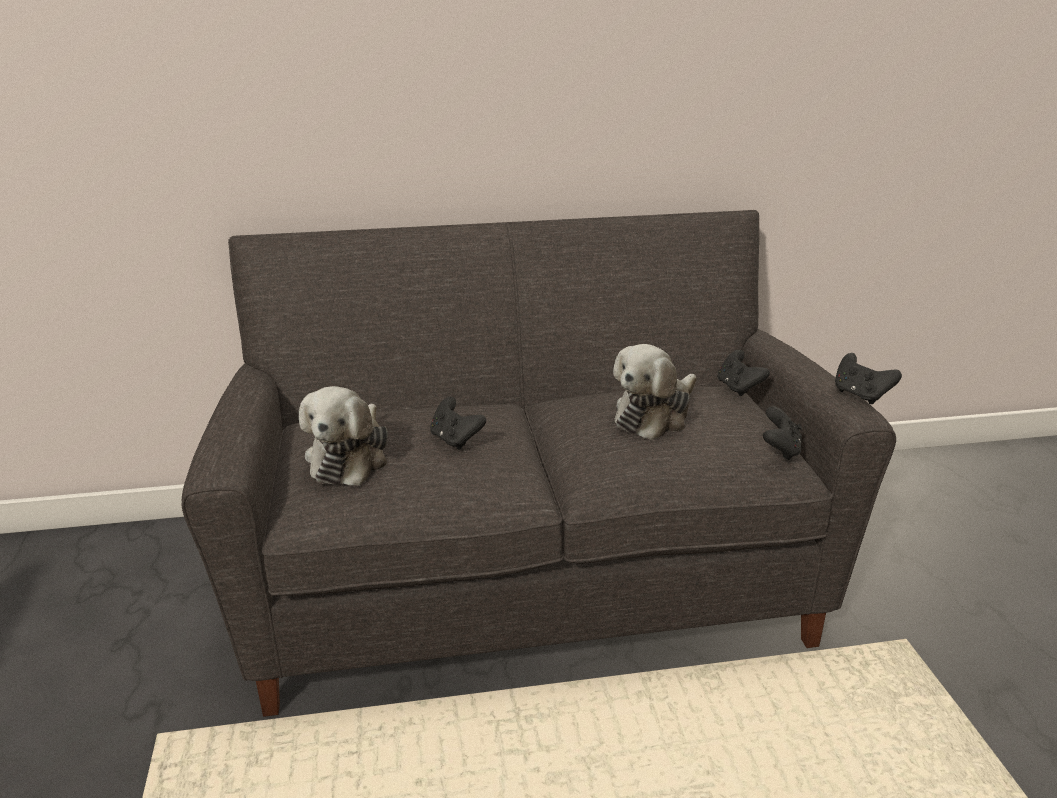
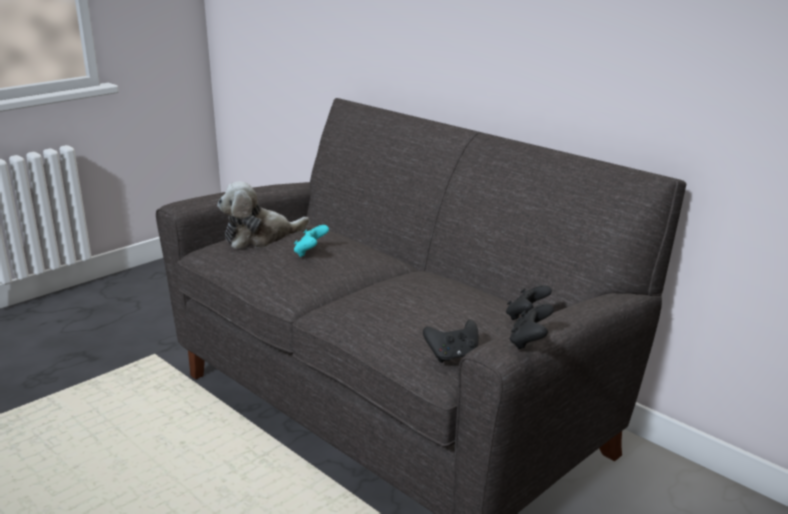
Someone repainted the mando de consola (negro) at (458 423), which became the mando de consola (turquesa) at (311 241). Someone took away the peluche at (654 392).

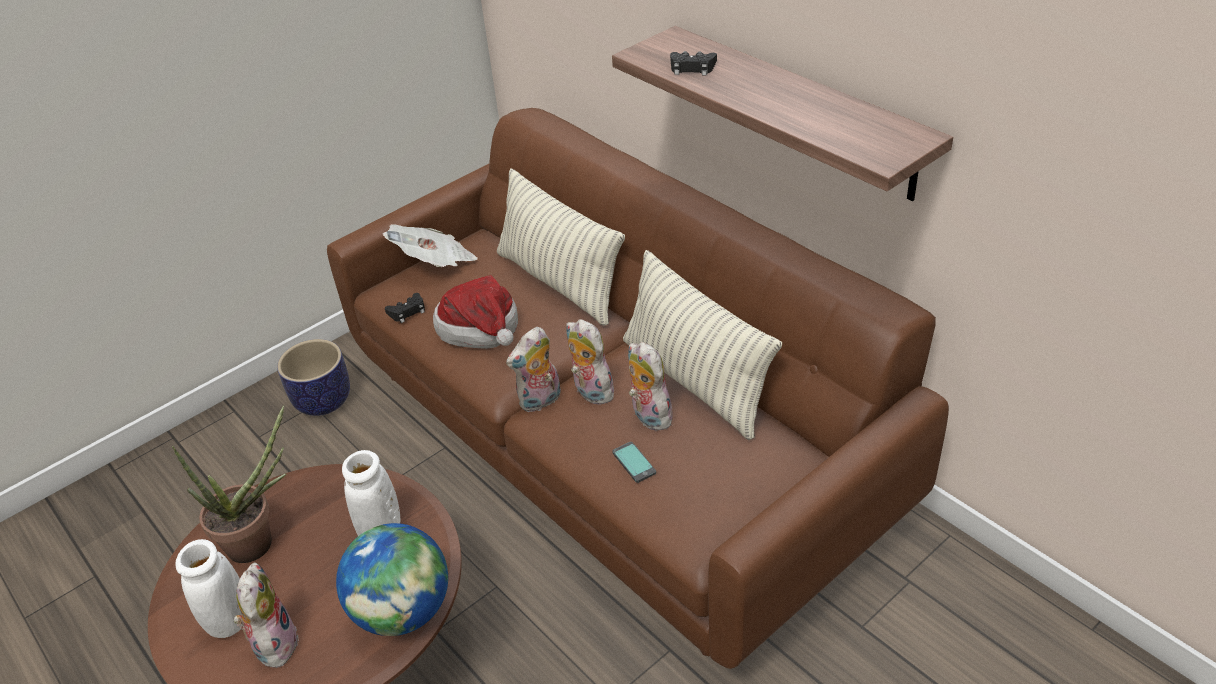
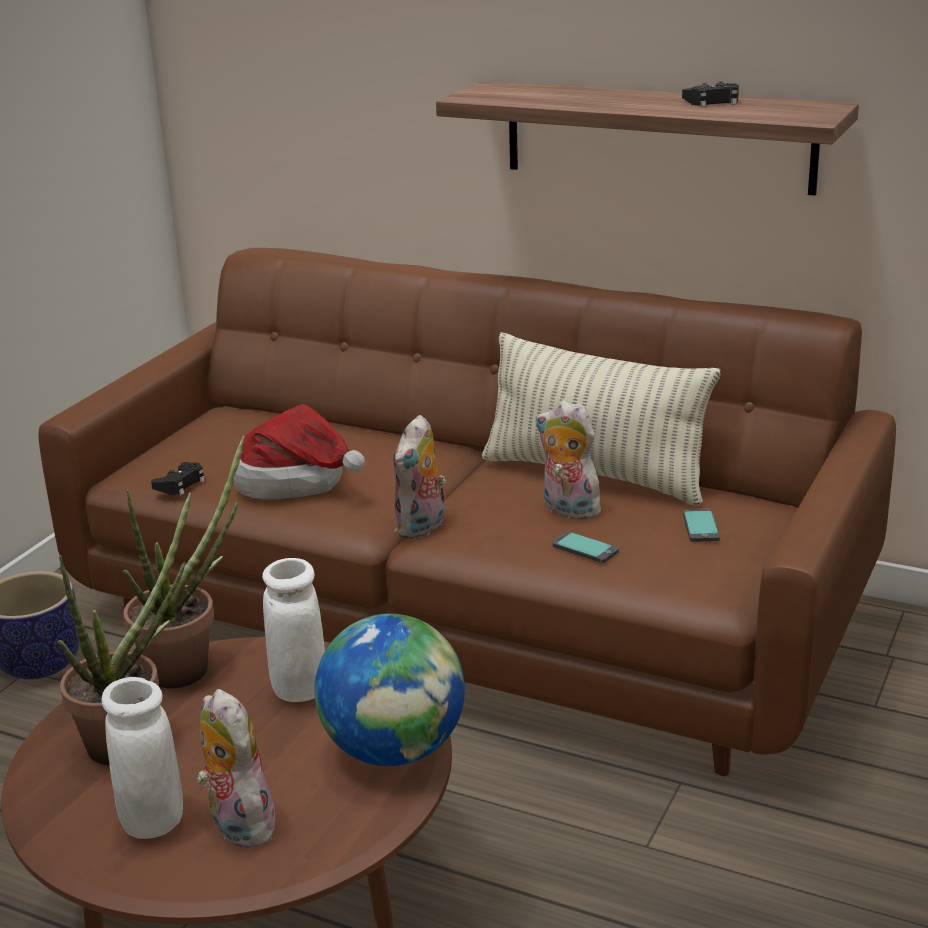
Someone put down the planta en maceta at (183 562). Someone carried the mando de consola (negro) from (693 63) to (710 94). Someone put down the móvil at (701 525). Someone took away the periódico at (430 245). Someone took away the cojín at (561 247). Someone took away the peluche at (591 362).

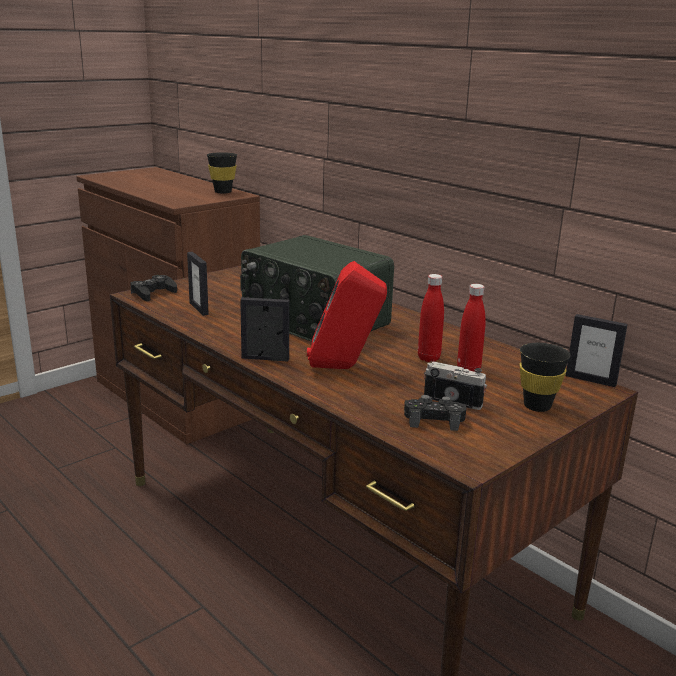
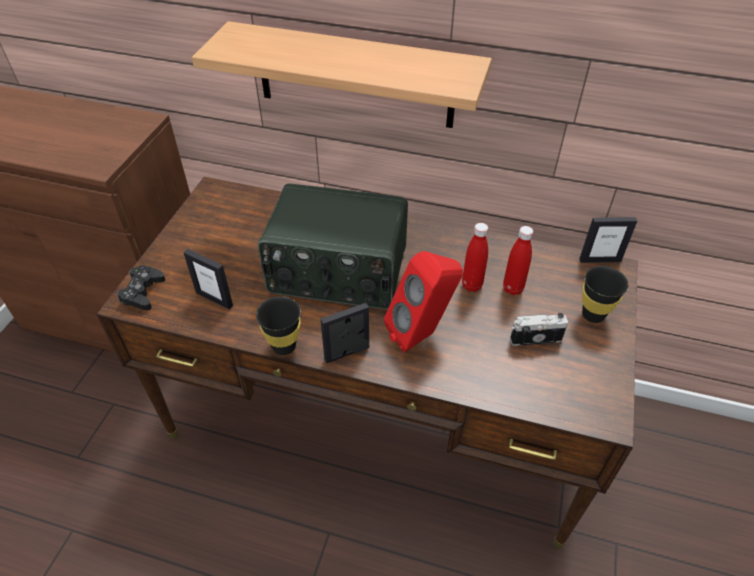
Someone put up the estante at (342 74). Someone carried the taza (negro) from (222 173) to (278 325). Someone took away the mando de consola (negro) at (435 413).

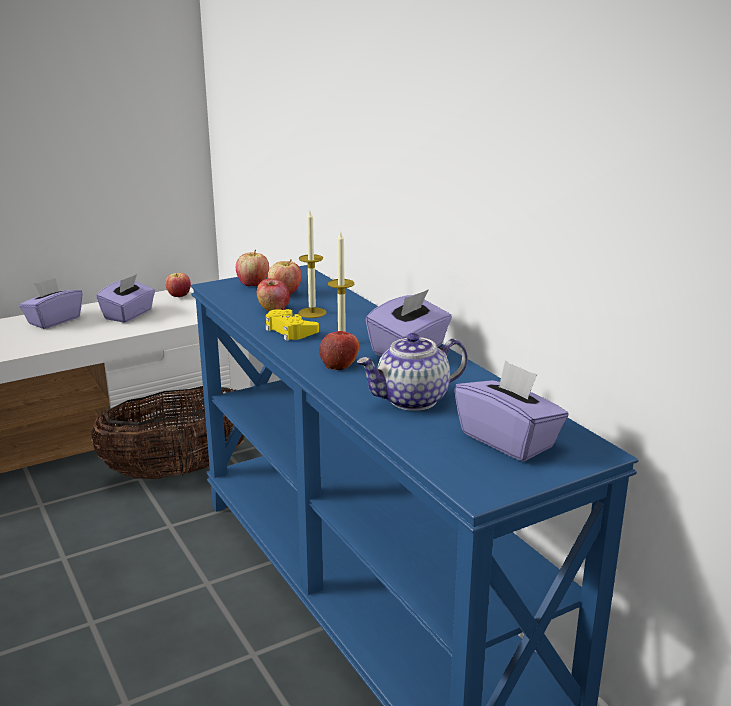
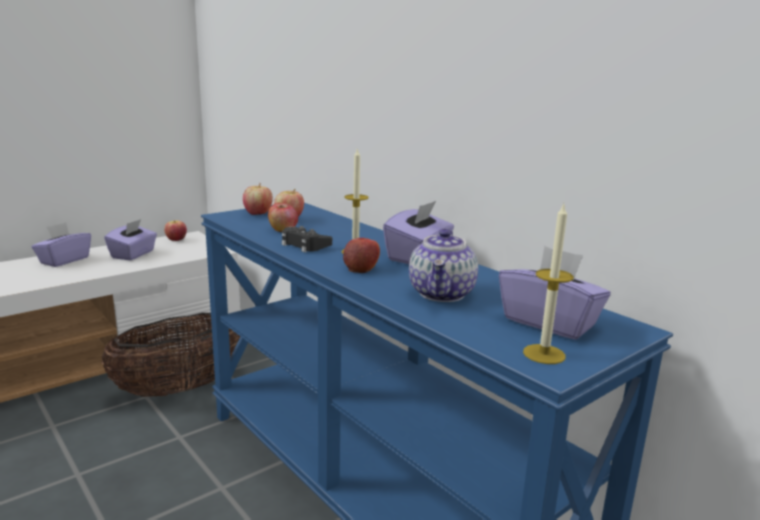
Someone repainted the mando de consola (amarillo) at (292 325), which became the mando de consola (negro) at (307 239). Someone rotated the tetera at (412 372) by 45 degrees counterclockwise. Someone carried the vela from (312 264) to (548 284).

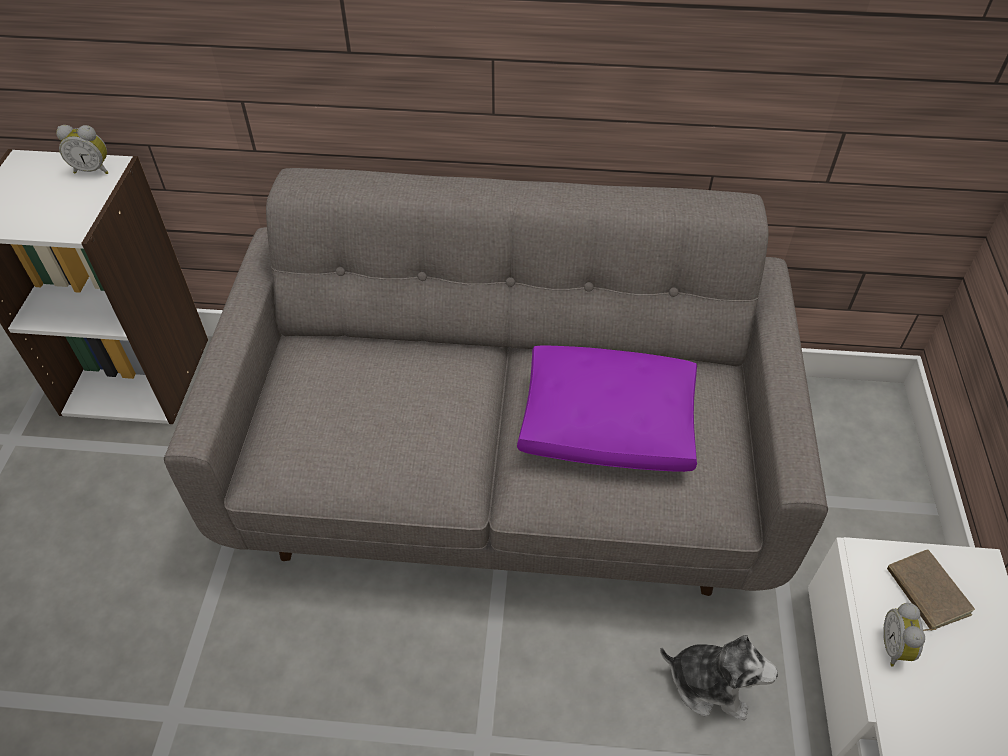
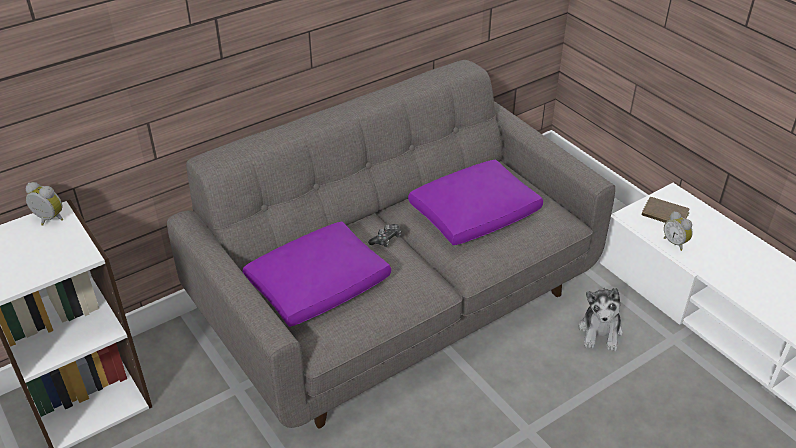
Someone rotated the despertador at (82 149) by 120 degrees counterclockwise. Someone put down the cojín (morado) at (316 274). Someone put down the mando de consola at (384 235). Someone rotated the peluche at (719 677) by 120 degrees clockwise.

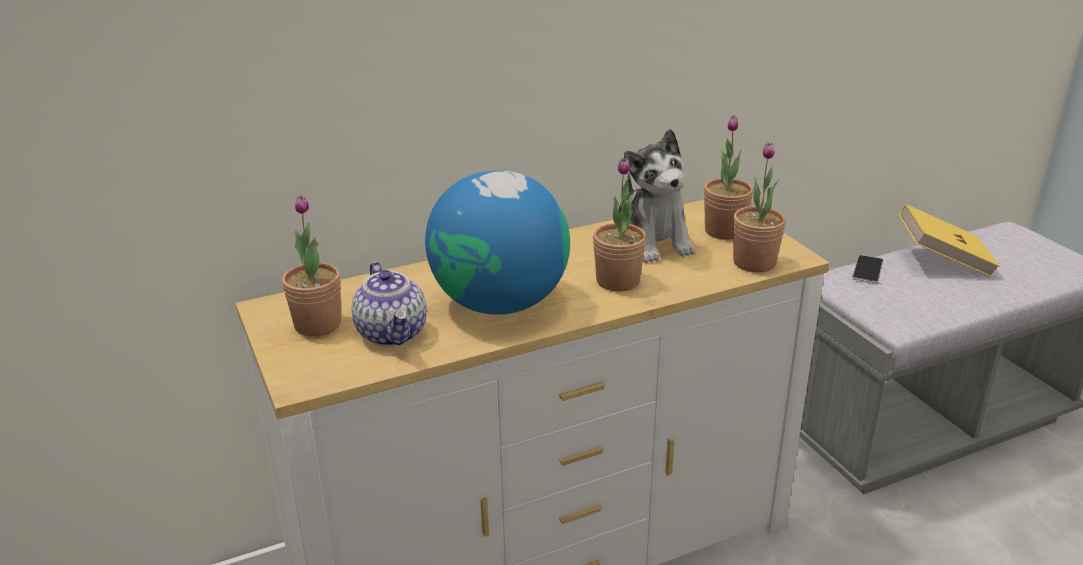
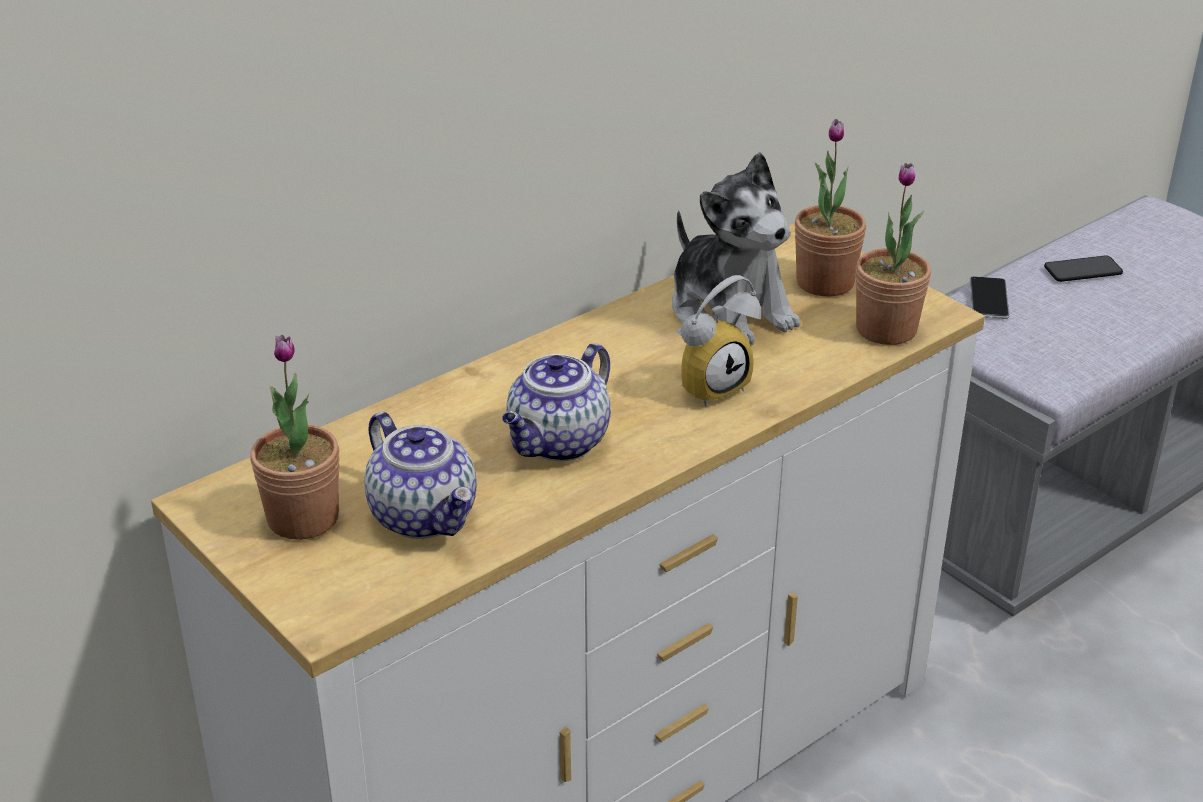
Someone swapped the globo terráqueo at (497 242) for the tetera at (556 402). Someone swapped the planta en maceta at (619 225) for the despertador at (718 341). Someone swapped the libro (amarillo) at (949 240) for the móvil at (1083 268).

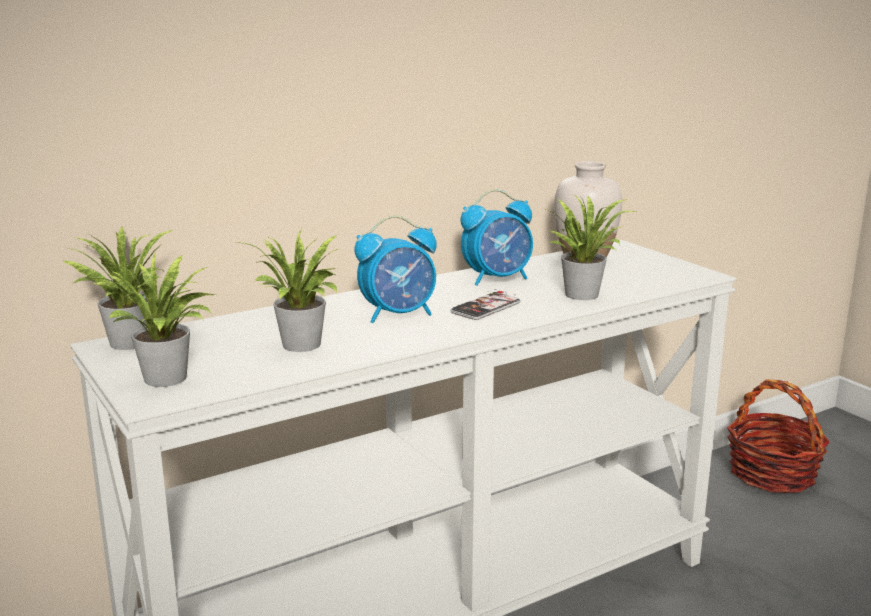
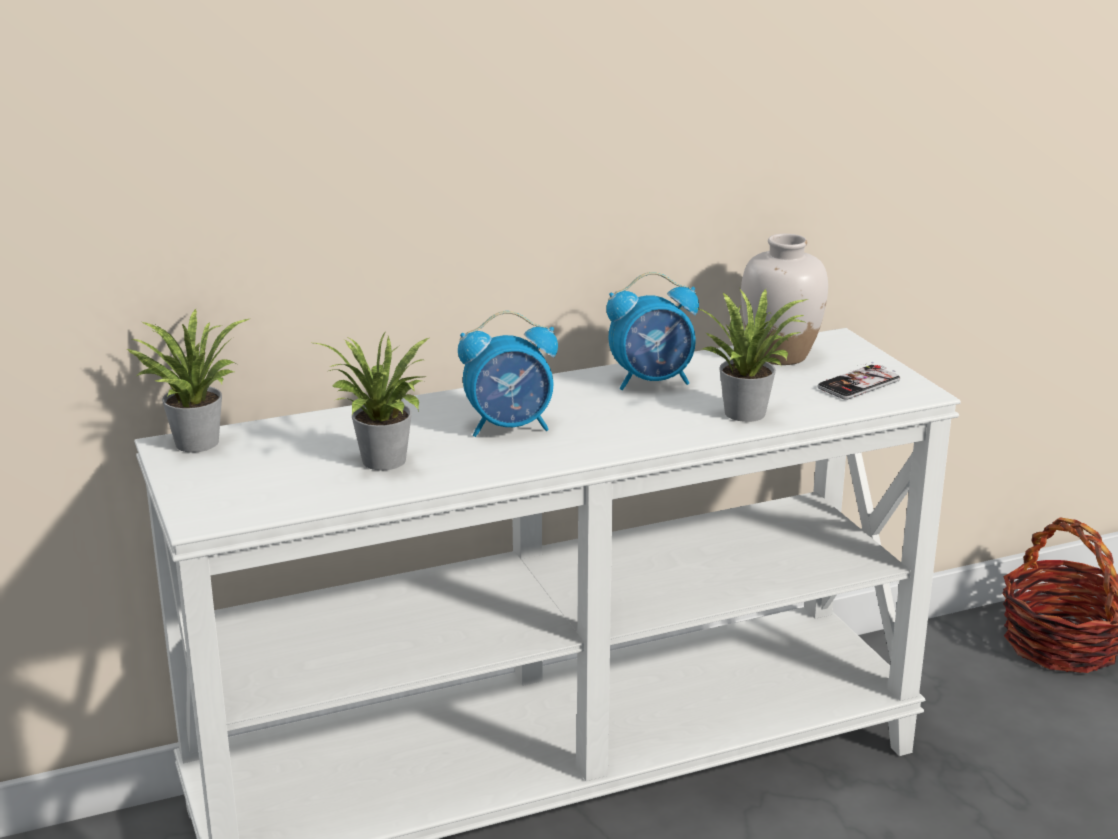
Someone carried the móvil from (485 304) to (858 381). Someone took away the planta en maceta at (150 319).

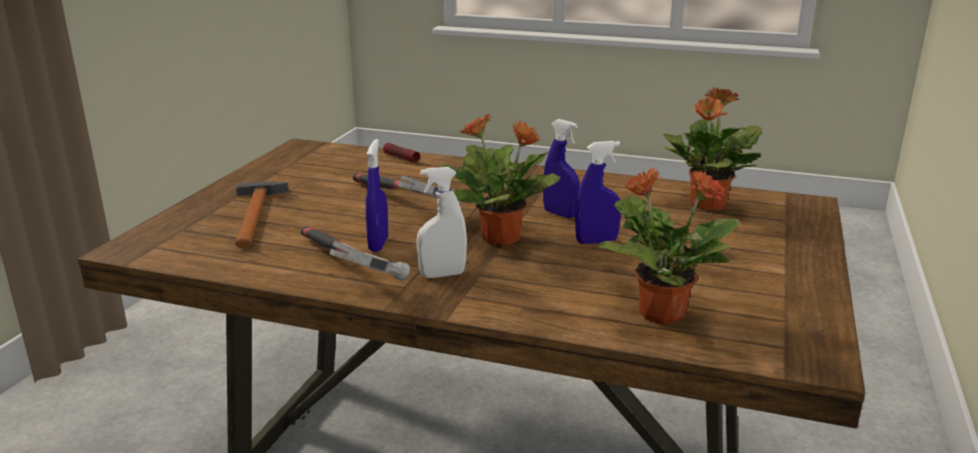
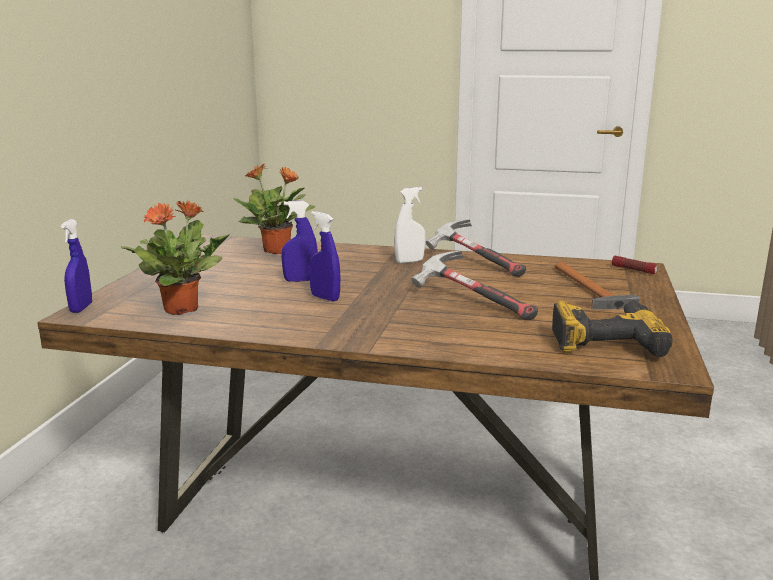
Someone carried the pulverizador (azul) from (377 195) to (76 266). Someone put down the taladro at (612 328). Someone carried the linterna from (401 153) to (635 265). Someone took away the planta en maceta at (501 180).

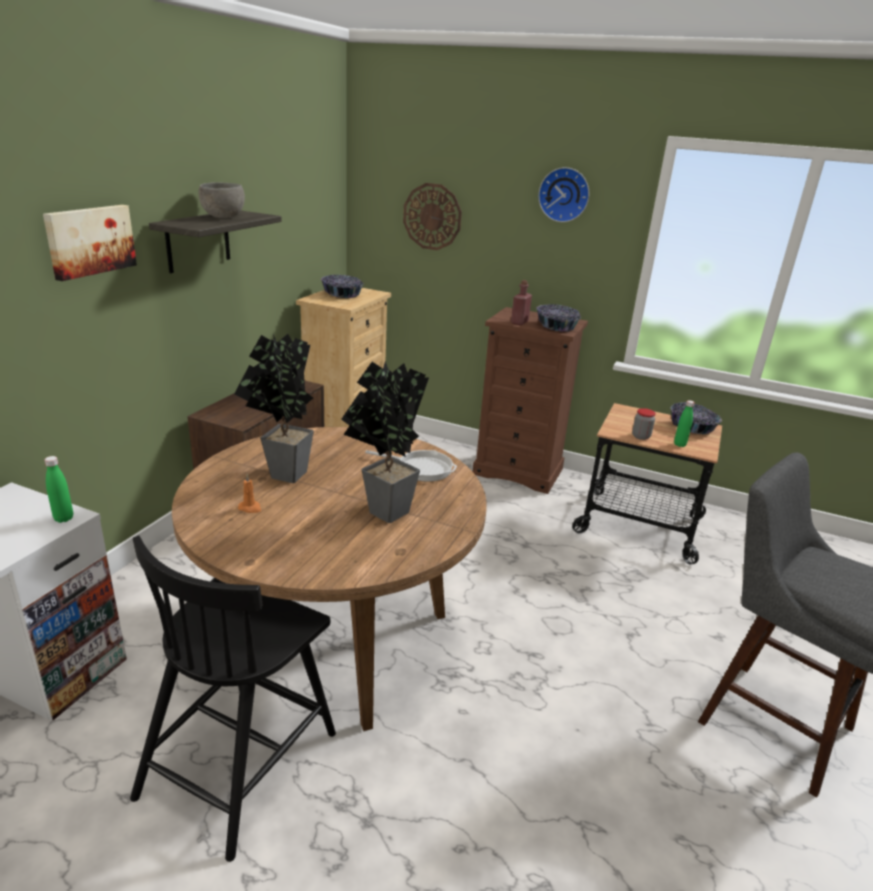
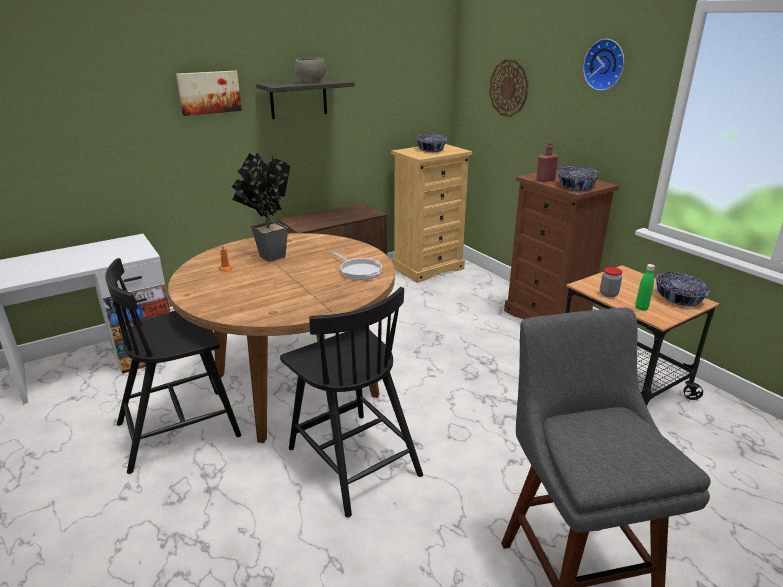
Someone put down the silla (negro) at (351 402). Someone took away the botella (verde) at (58 489). Someone took away the planta en maceta at (385 442).

